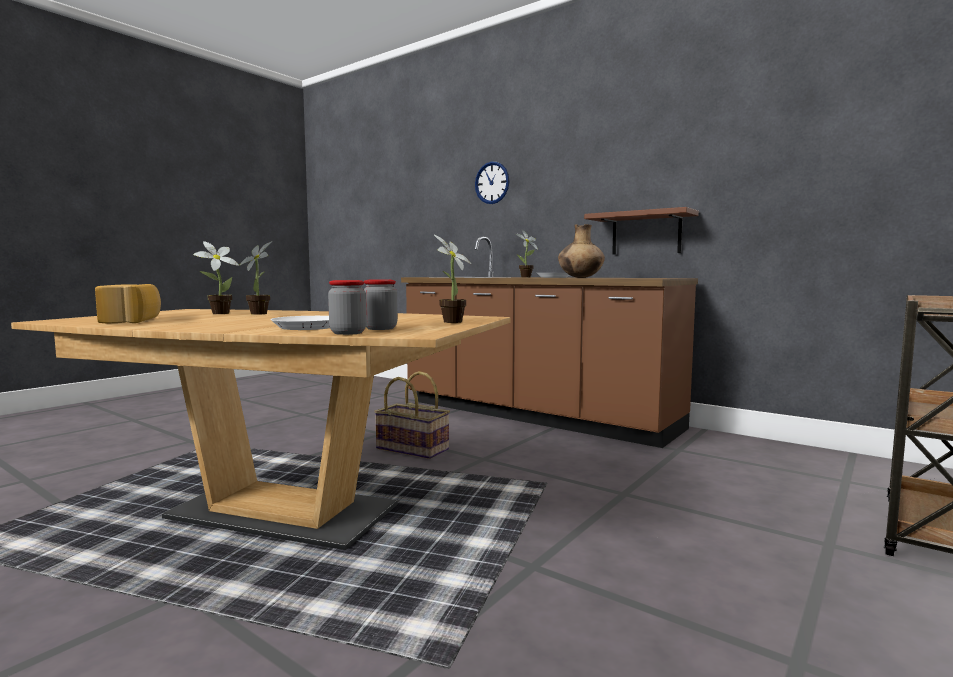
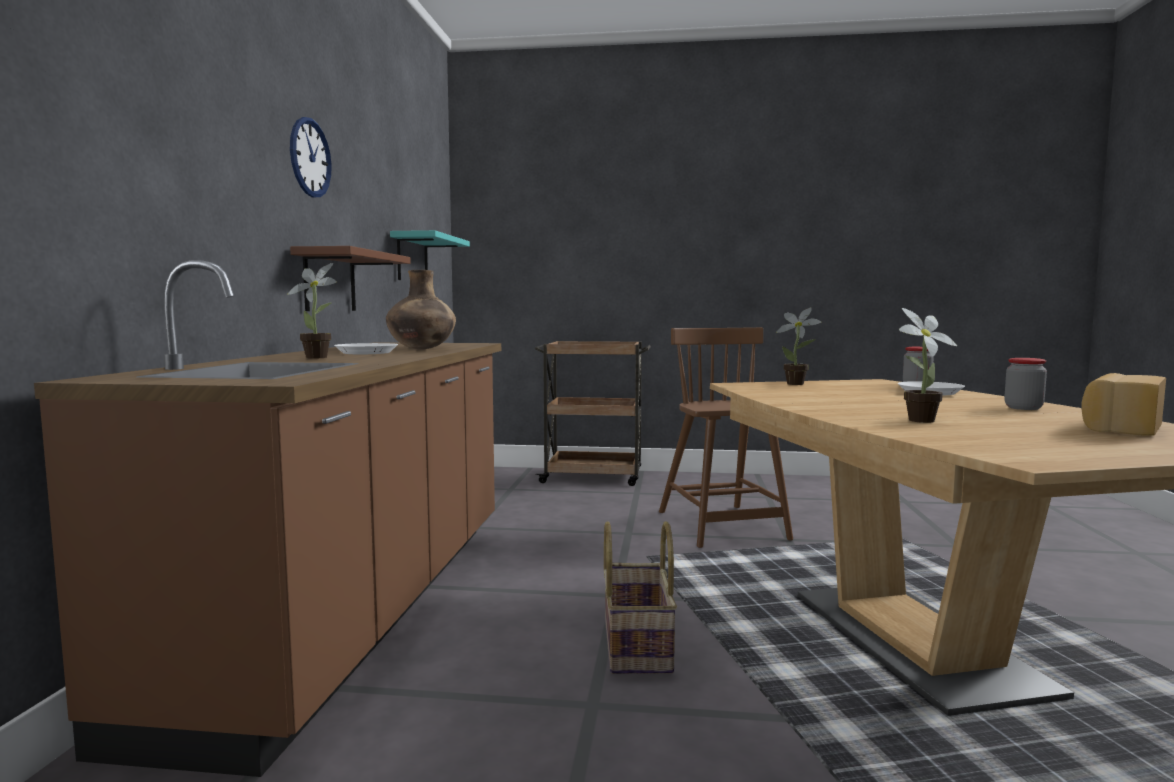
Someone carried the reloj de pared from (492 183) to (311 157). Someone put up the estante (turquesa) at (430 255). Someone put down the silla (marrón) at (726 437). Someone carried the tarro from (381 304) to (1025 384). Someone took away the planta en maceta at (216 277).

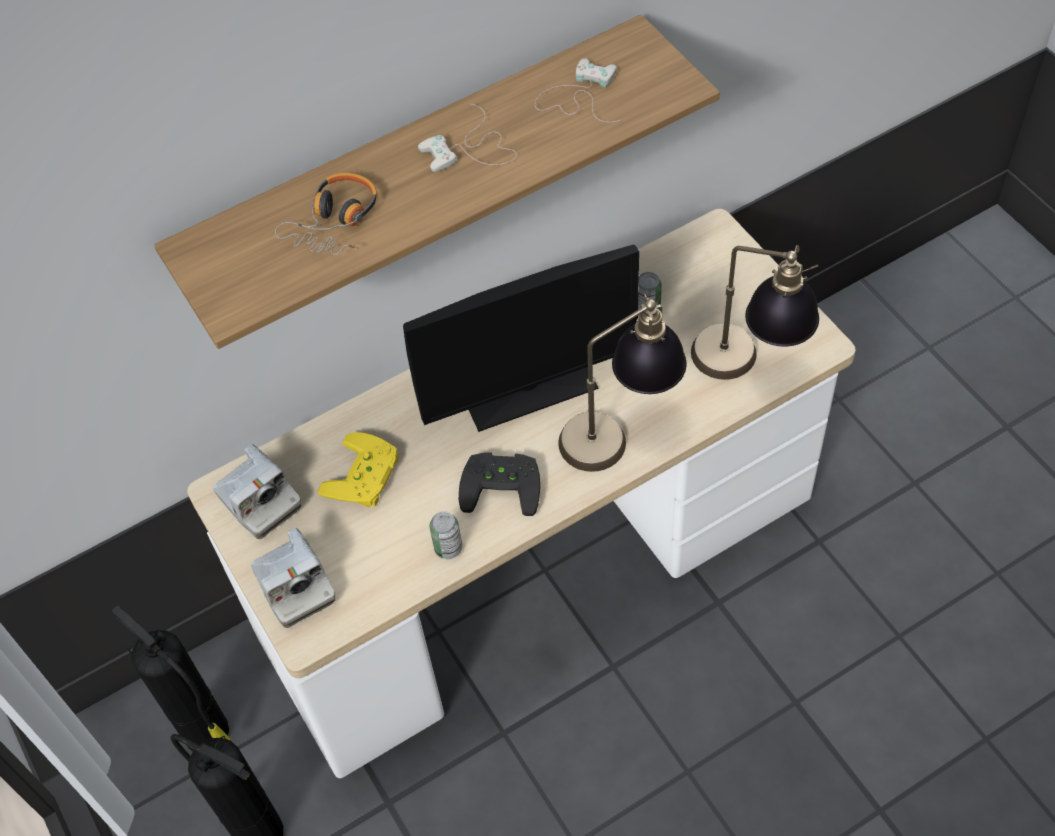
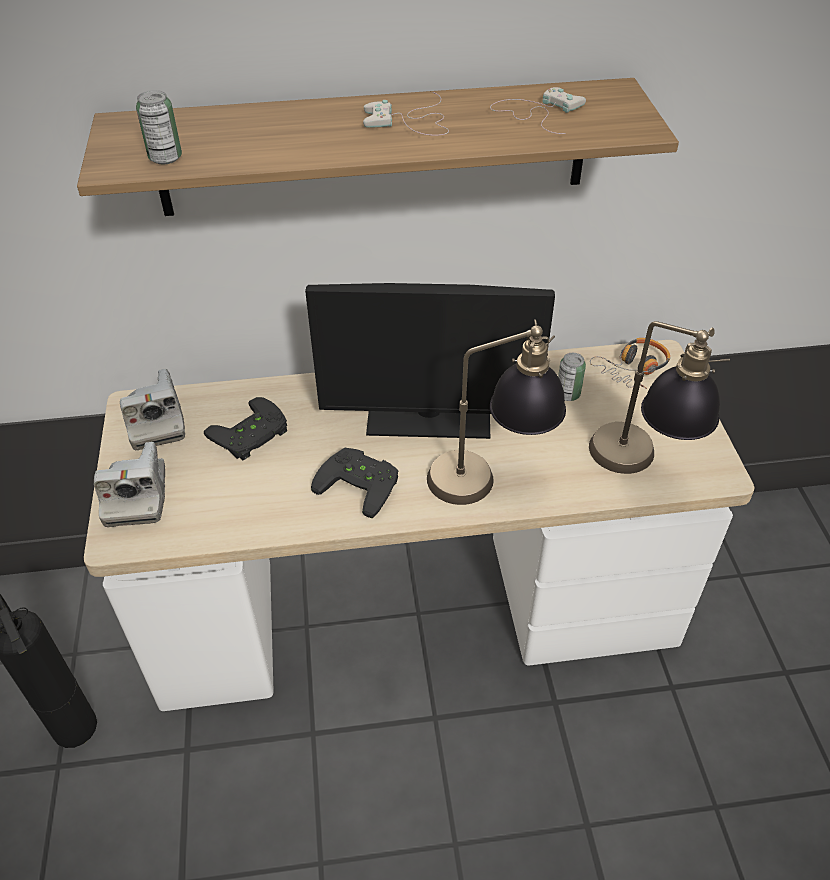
Someone carried the lata from (445 535) to (159 127). Someone repainted the mando de consola (amarillo) at (358 469), which became the mando de consola (negro) at (245 428). Someone carried the auriculares from (326 214) to (630 363). Someone took away the extintor at (171 678).

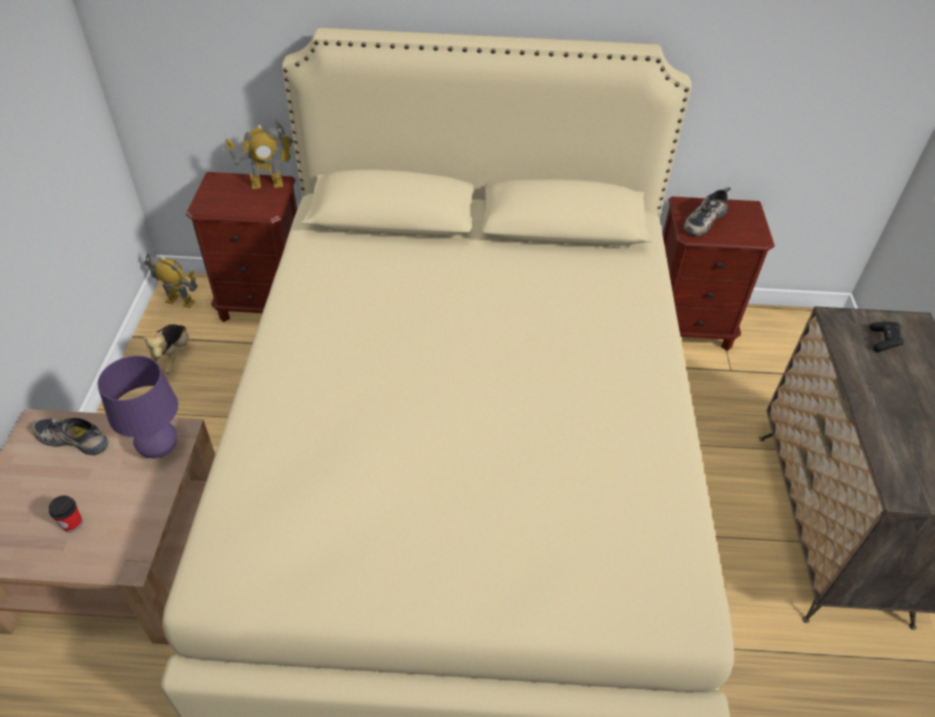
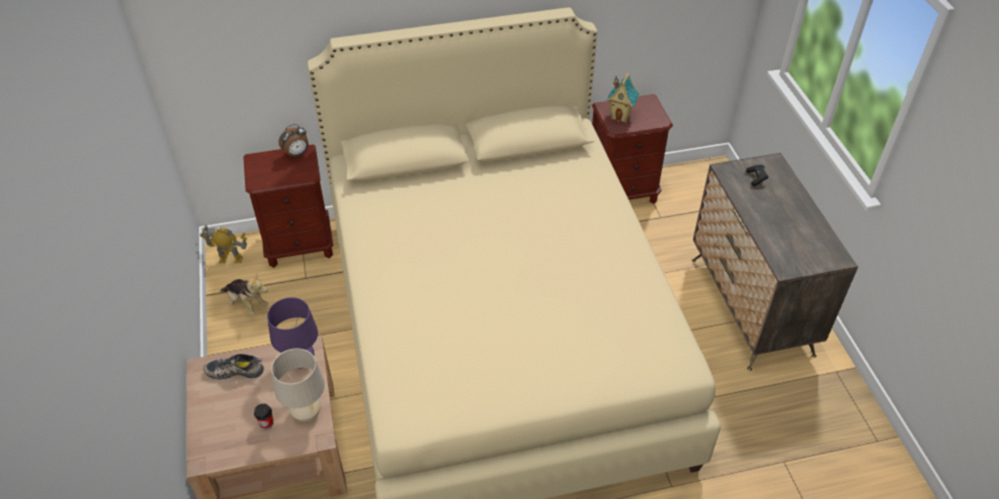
Someone rotated the peluche at (165 349) by 45 degrees counterclockwise. Someone put down the lámpara de mesa (beis) at (298 385). Someone swapped the robot de juguete at (259 154) for the despertador at (293 141). Someone swapped the zapato at (707 211) for the casita at (623 98).

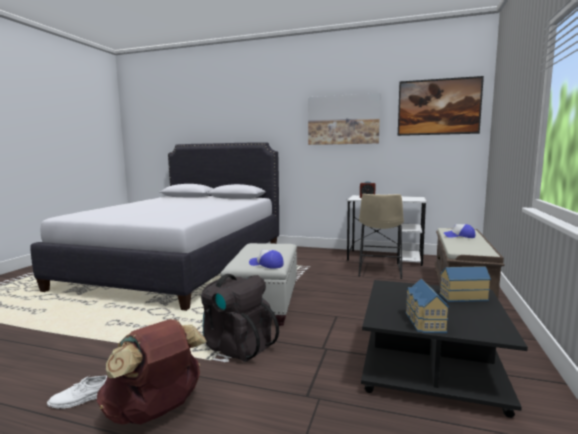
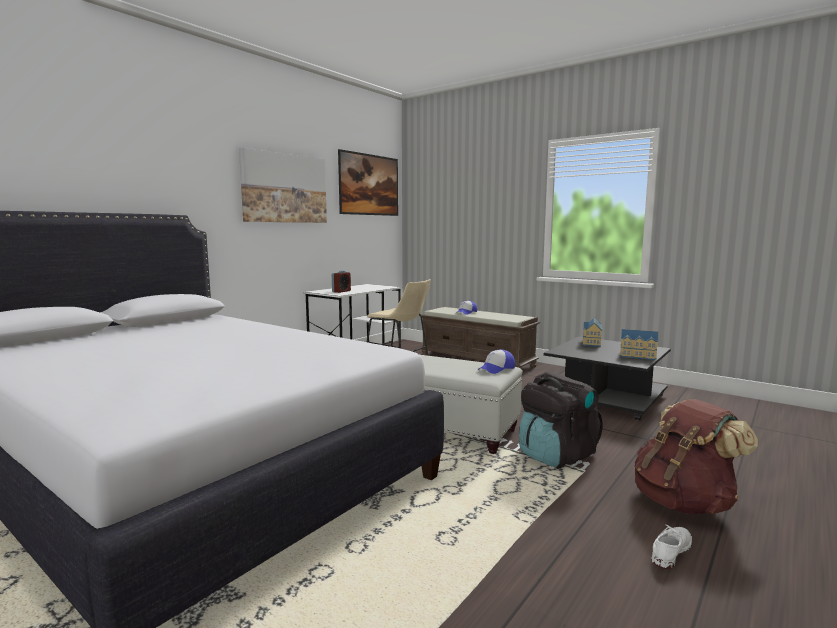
Someone rotated the zapato (blanco) at (77 392) by 135 degrees counterclockwise.

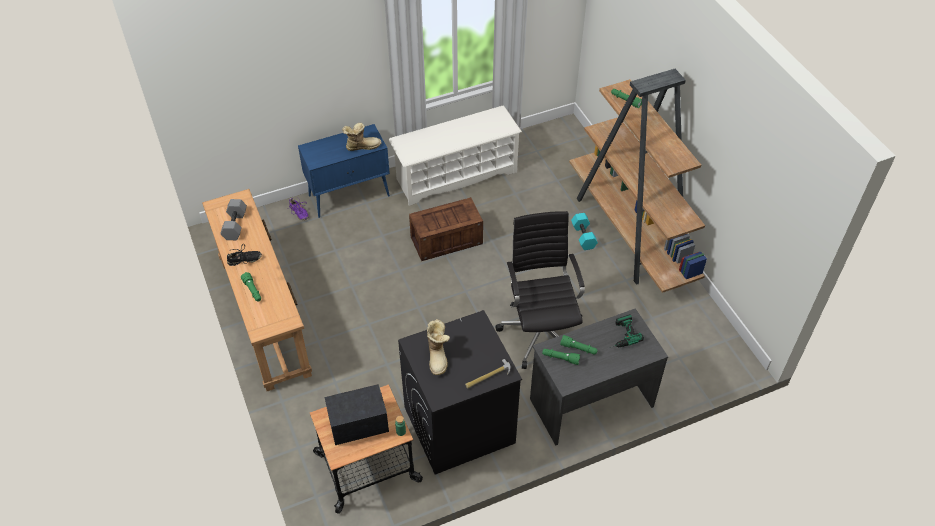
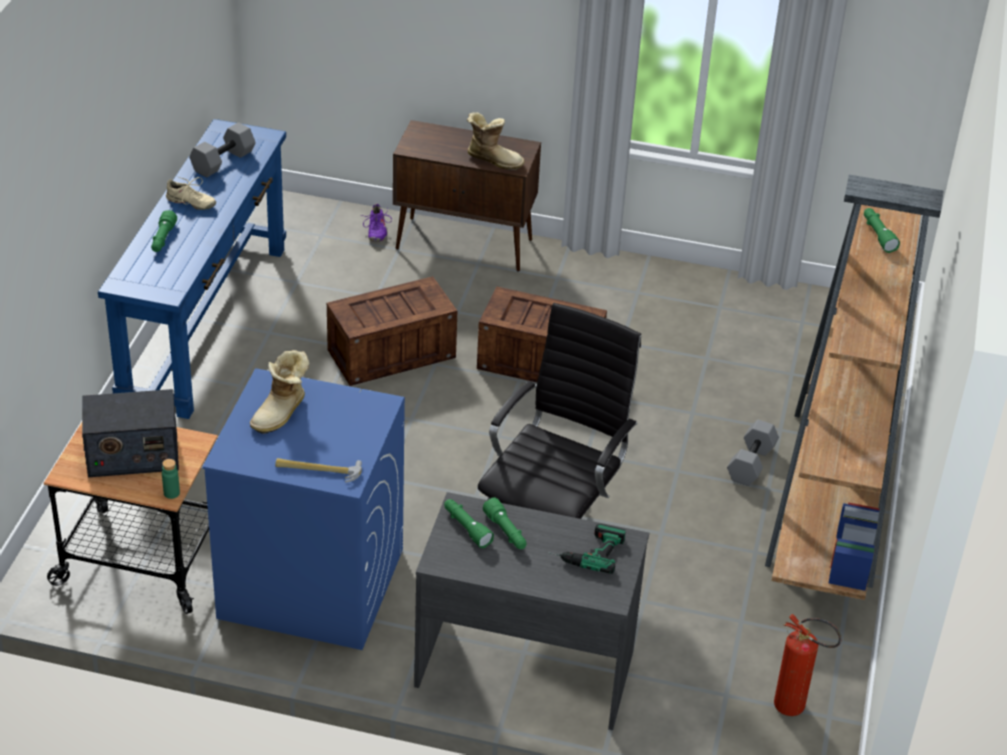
Someone rotated the radio at (357 414) by 150 degrees clockwise. Someone repainted the mesa consola (marrón) at (257 290), which became the mesa consola (azul) at (192 269). Someone repainted the zapato (negro) at (244 255), which became the zapato (beis) at (191 193). Someone repainted the lavadora (negro) at (460 392), which became the lavadora (azul) at (303 509). Someone put down the caja de embalaje at (392 331). Someone repainted the armario (azul) at (344 171), which became the armario (marrón) at (467 196). Someone repainted the mancuerna (turquesa) at (584 231), which became the mancuerna (gris) at (753 453). Someone put down the extintor at (808 665). Someone took away the zapatero (blanco) at (455 155).

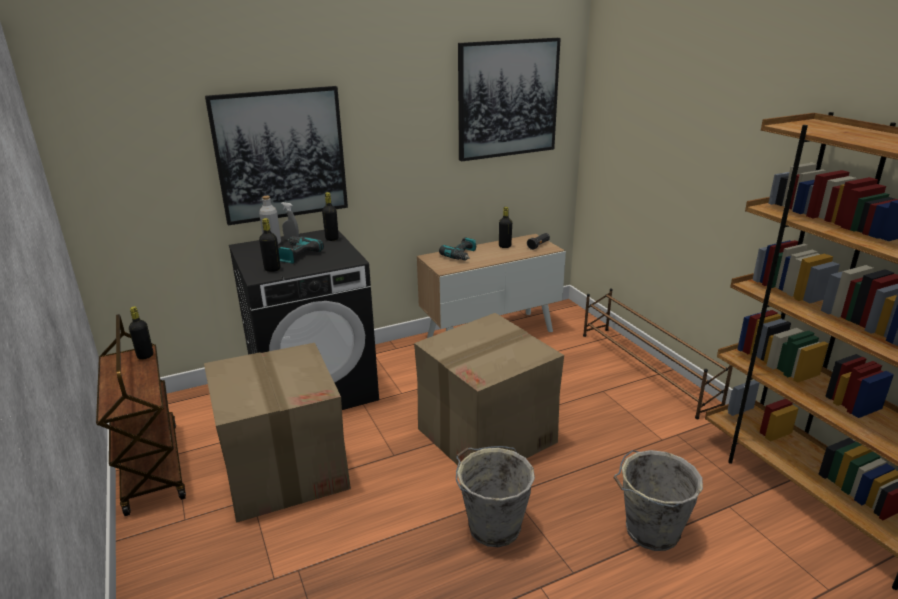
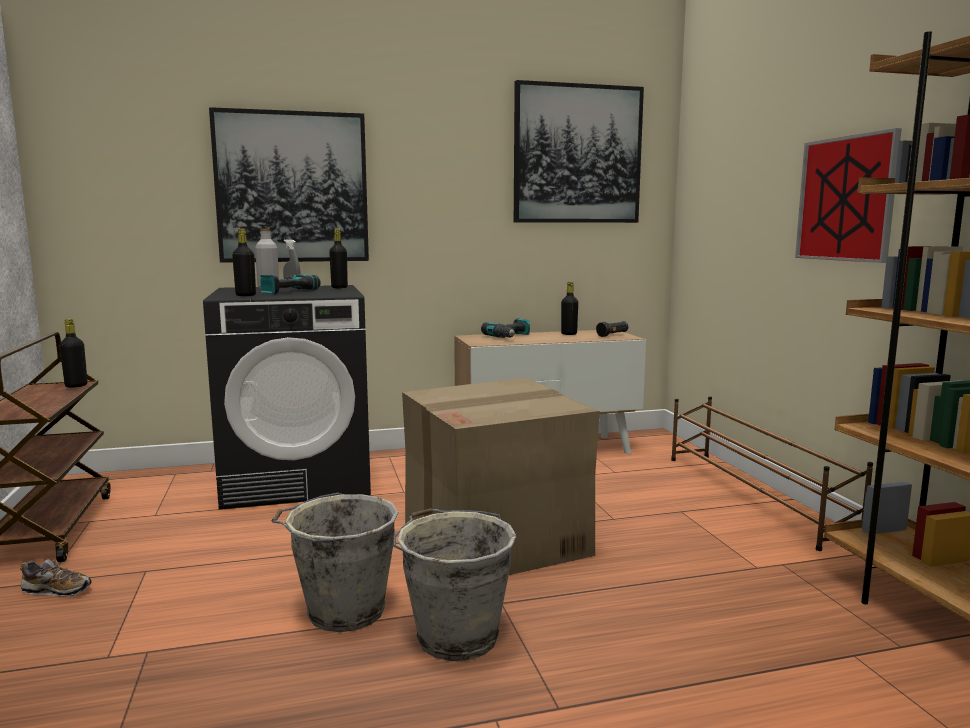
Someone put down the zapato at (56 577). Someone carried the cubo (gris) from (658 500) to (335 562). Someone put up the cuadro at (848 195). Someone took away the caja de cartón at (277 433).

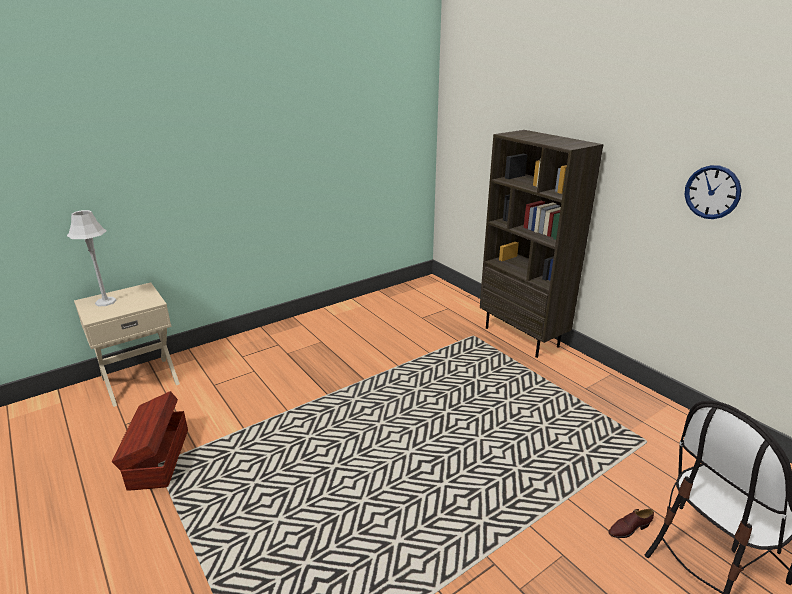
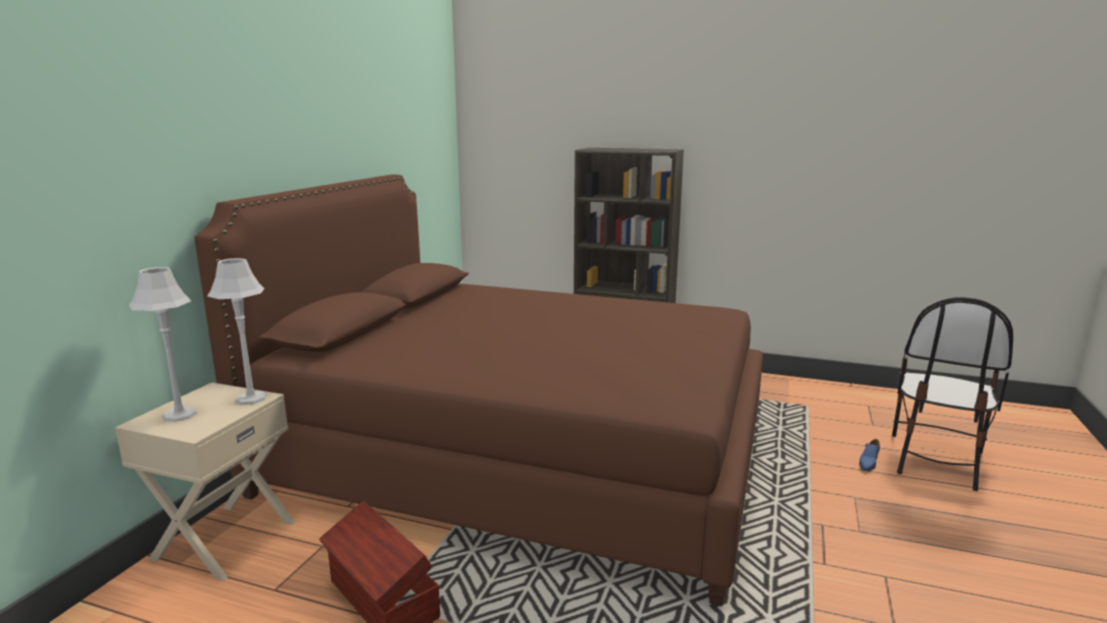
Someone put down the cama (marrón) at (478 390). Someone put down the lámpara de mesa (gris) at (237 331). Someone repainted the zapato (marrón) at (631 523), which became the zapato (azul) at (869 455). Someone took away the reloj de pared at (713 192).

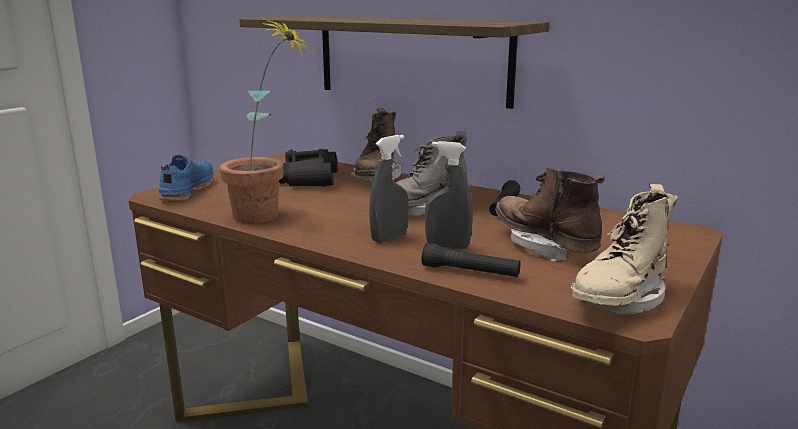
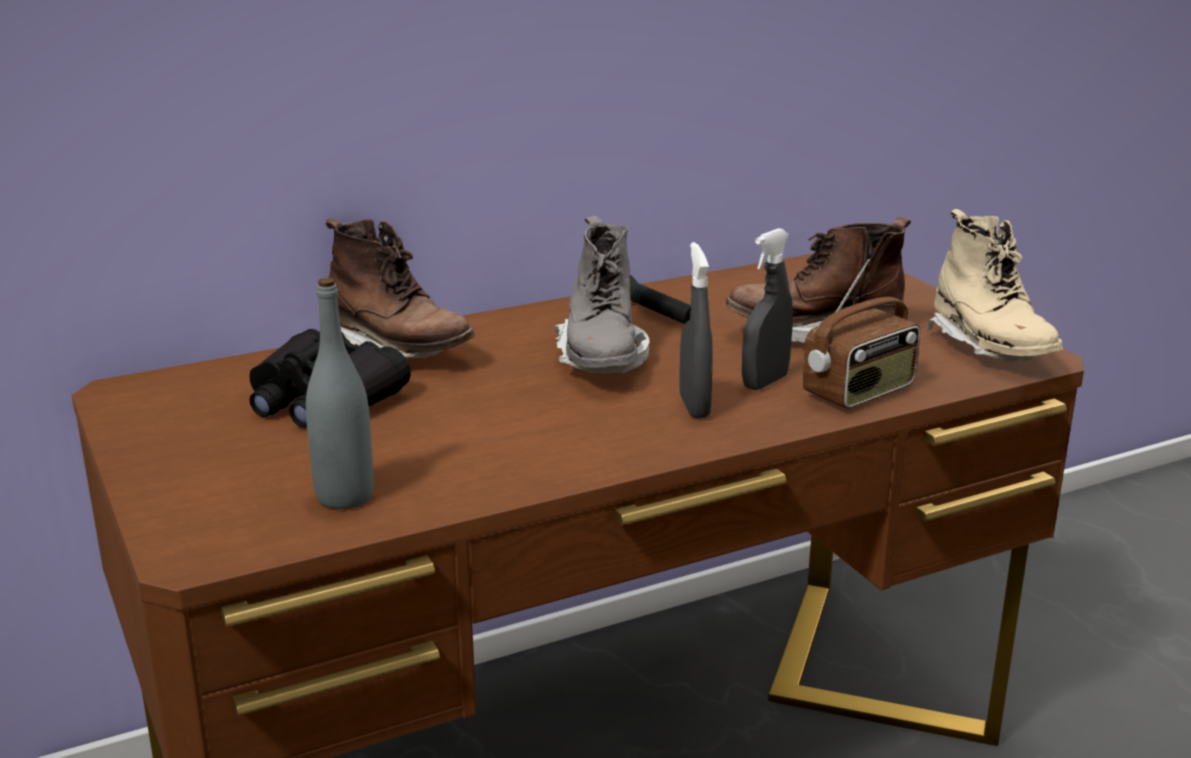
Someone put down the botella (gris) at (339 393). Someone swapped the linterna (negro) at (471 260) for the radio at (861 334). Someone took away the zapato (azul) at (186 177). Someone took away the planta en maceta at (266 120). Someone took away the estante at (394 62).

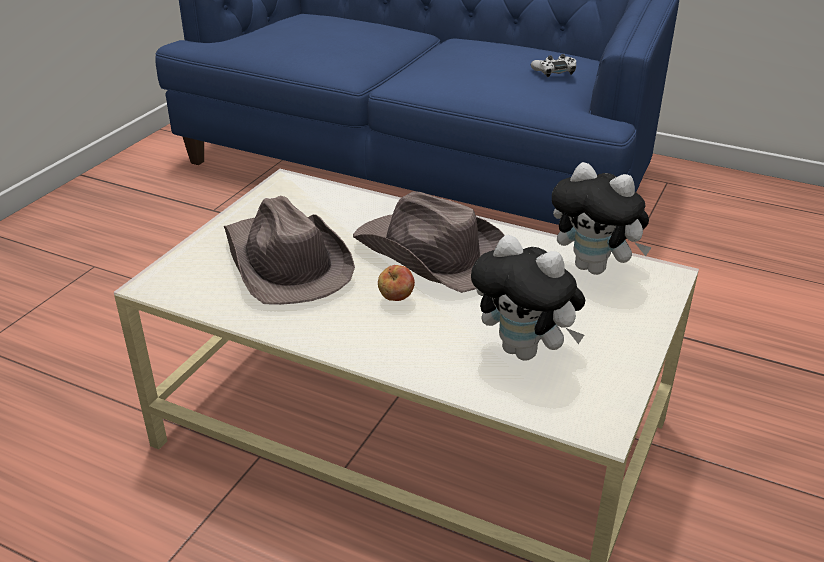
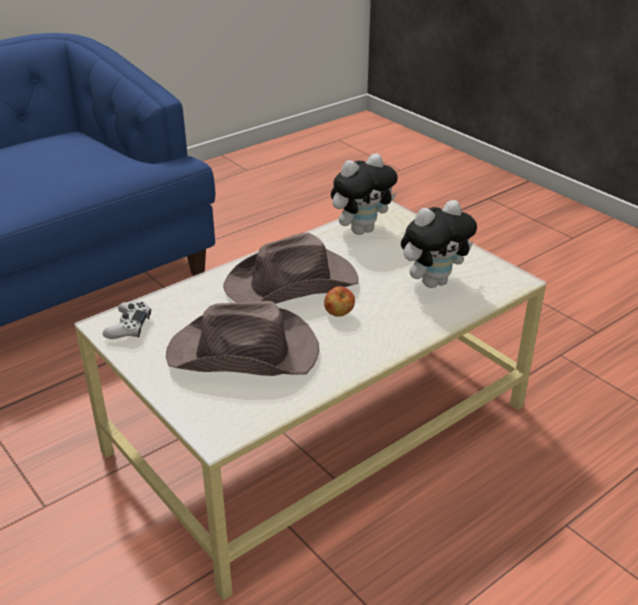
Someone carried the mando de consola (blanco) from (553 65) to (127 320).

